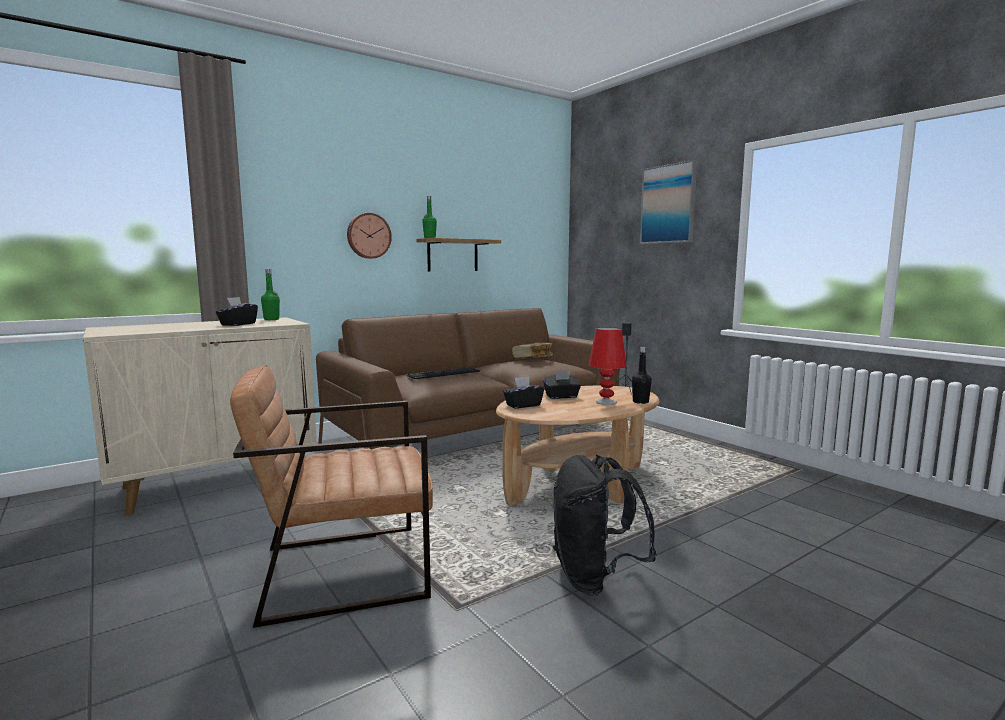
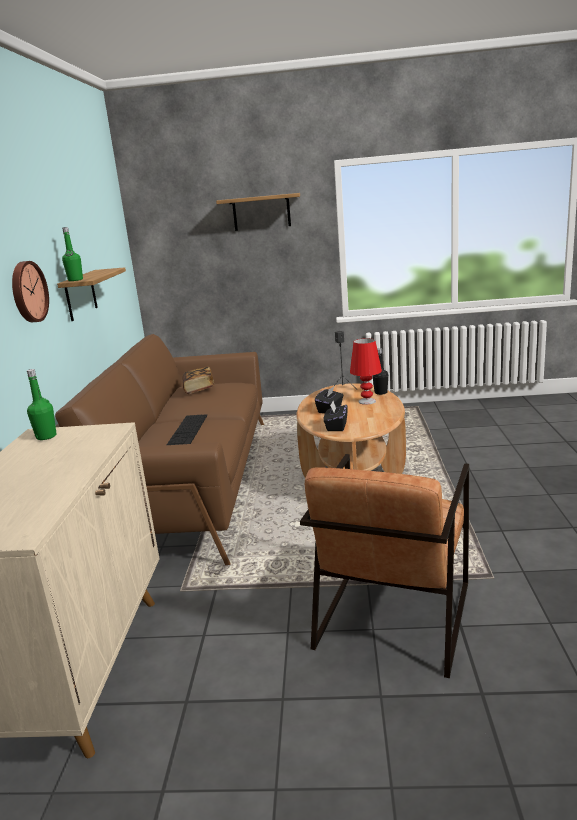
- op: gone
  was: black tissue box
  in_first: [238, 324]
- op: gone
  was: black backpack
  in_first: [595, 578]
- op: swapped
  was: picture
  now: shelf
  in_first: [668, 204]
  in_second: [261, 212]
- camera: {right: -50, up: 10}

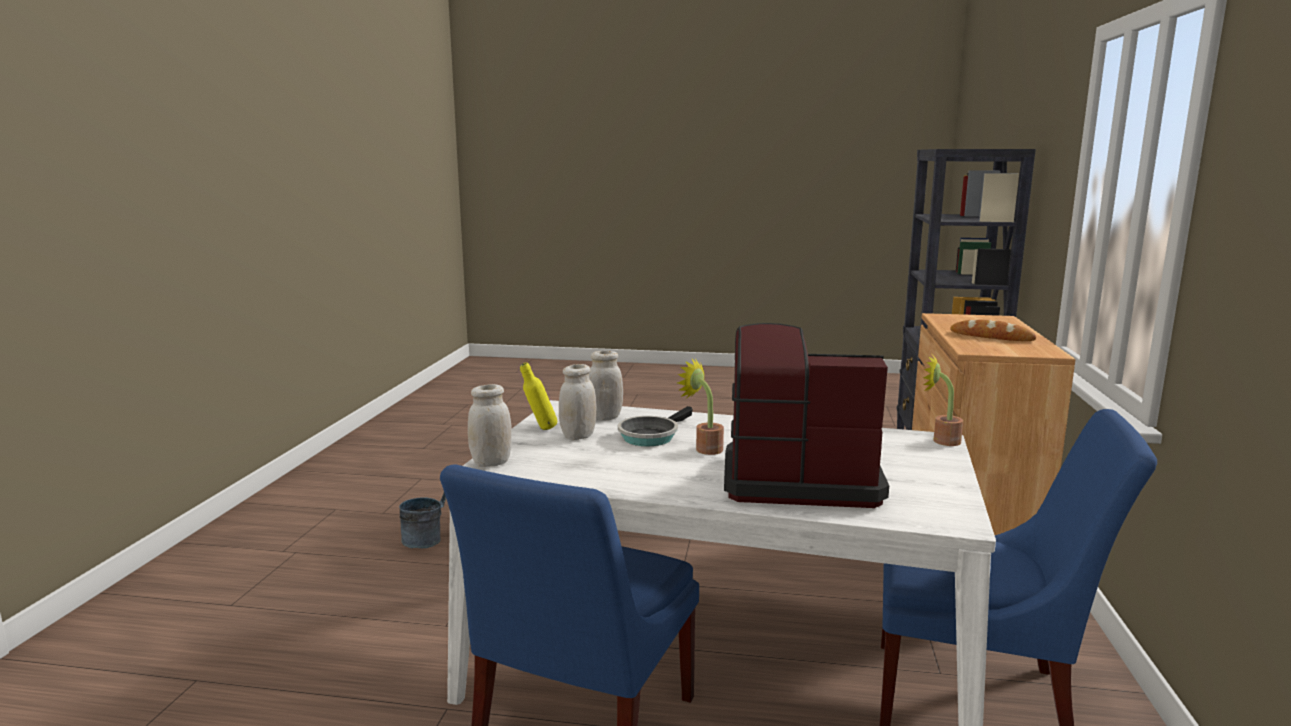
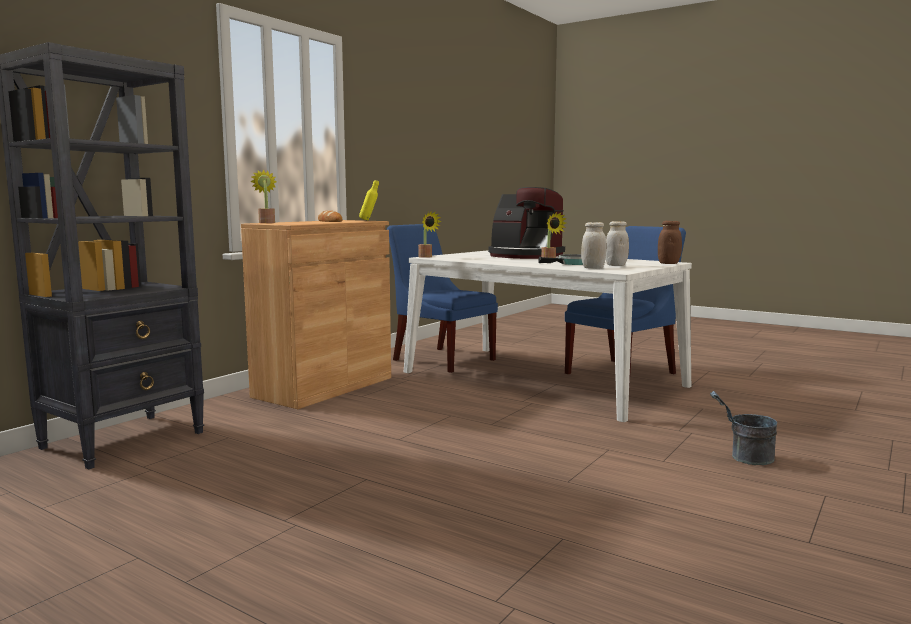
- op: new
  now: potted plant
  in_second: [266, 222]
- op: shifted
  was: yellow bottle
  in_first: [540, 430]
  in_second: [369, 220]
- op: repainted
  was: white jar
  now: brown jar
  in_first: [491, 463]
  in_second: [668, 263]
- camera: {right: -155, up: -5}

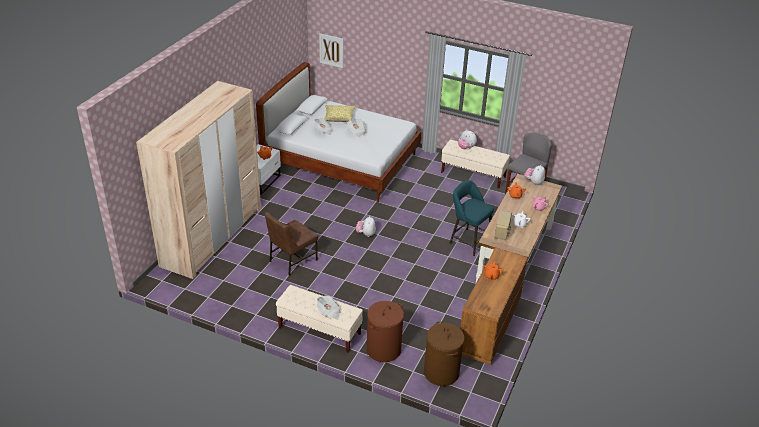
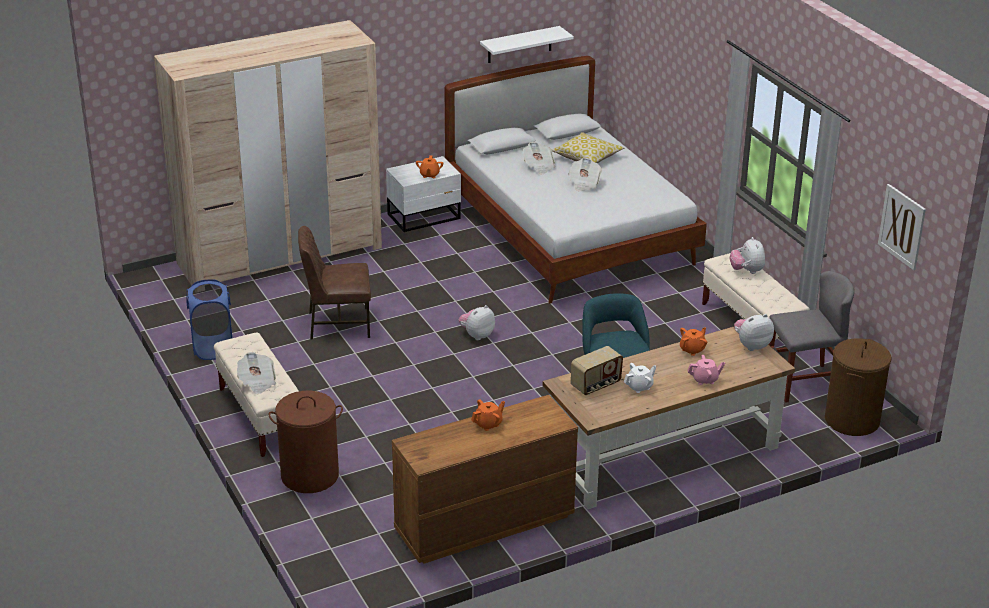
- op: new
  now: blue laundry basket
  in_second: [212, 348]
- op: new
  now: white shelf
  in_second: [519, 44]
- op: shifted
  was: picture
  in_first: [331, 50]
  in_second: [902, 226]
- op: shifted
  was: brown laundry basket
  in_first: [441, 372]
  in_second: [852, 420]
- camera: {right: 40, up: -5}

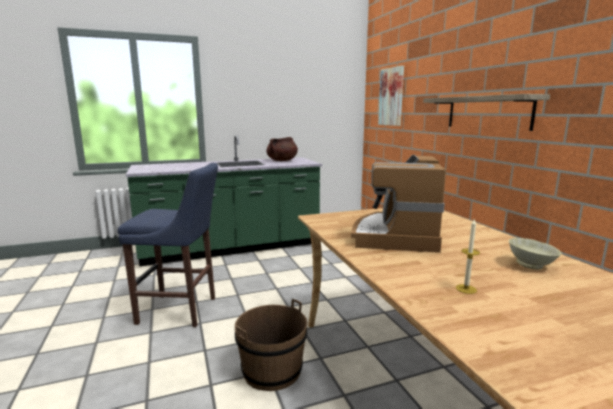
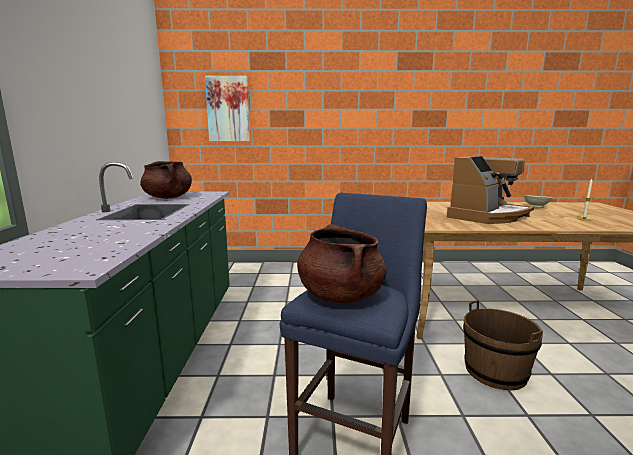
- op: gone
  was: shelf
  in_first: [487, 112]
- op: new
  now: brown cooking pot
  in_second: [340, 295]
- op: rotated
  was: coffee machine
  in_first: [395, 236]
  in_second: [487, 216]
  clockwise: -75
- camera: {right: -70, up: 0}

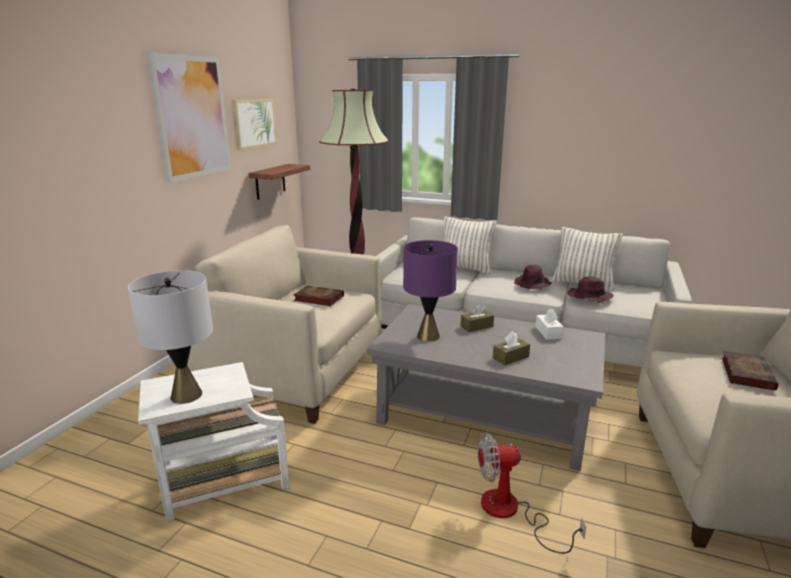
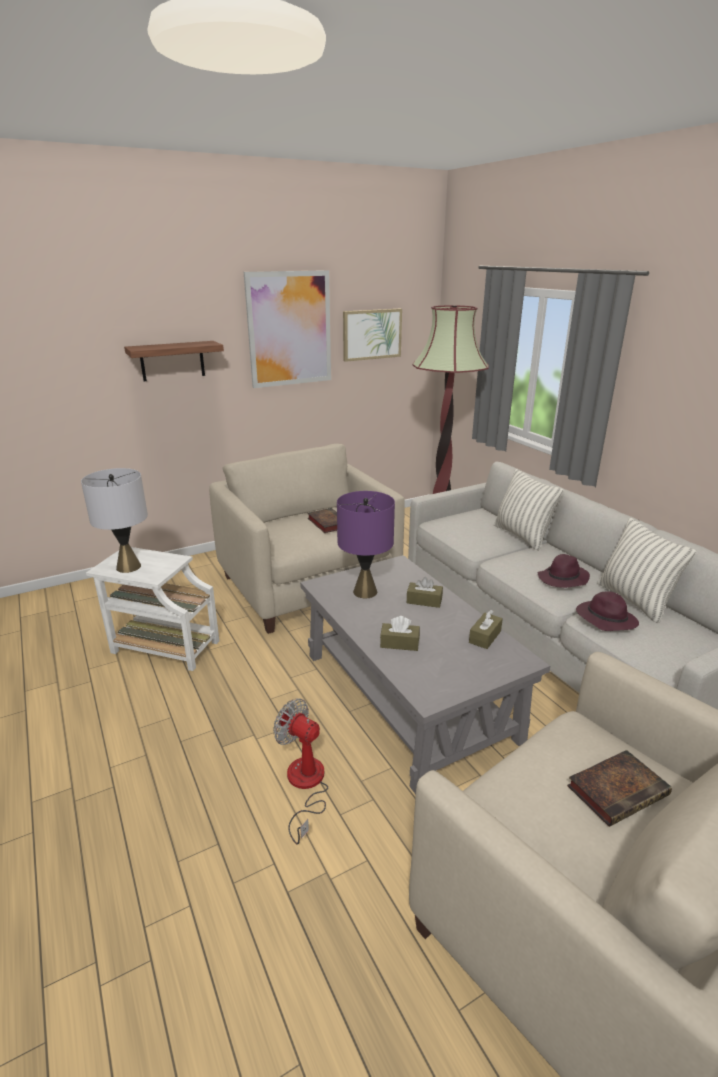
- op: shifted
  was: shelf
  in_first: [270, 181]
  in_second: [172, 361]
- op: repainted
  was: white tissue box
  now: brown tissue box
  in_first: [548, 332]
  in_second: [485, 637]
- camera: {right: 40, up: 5}

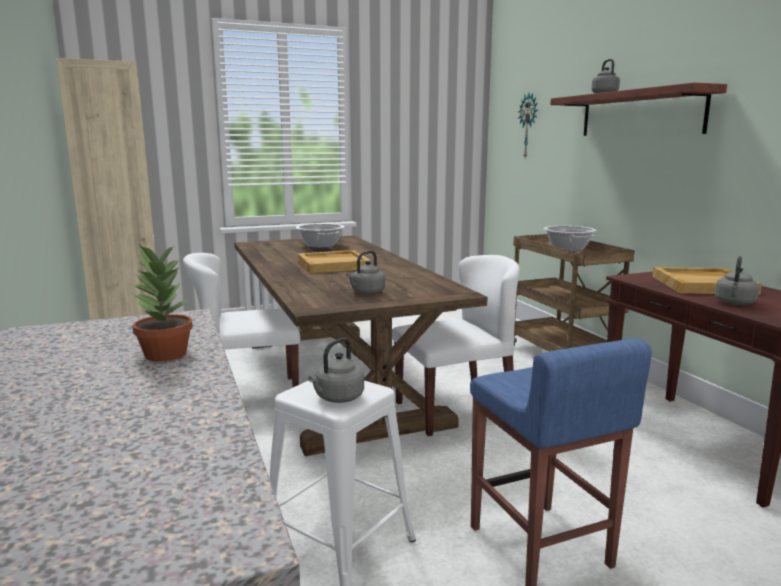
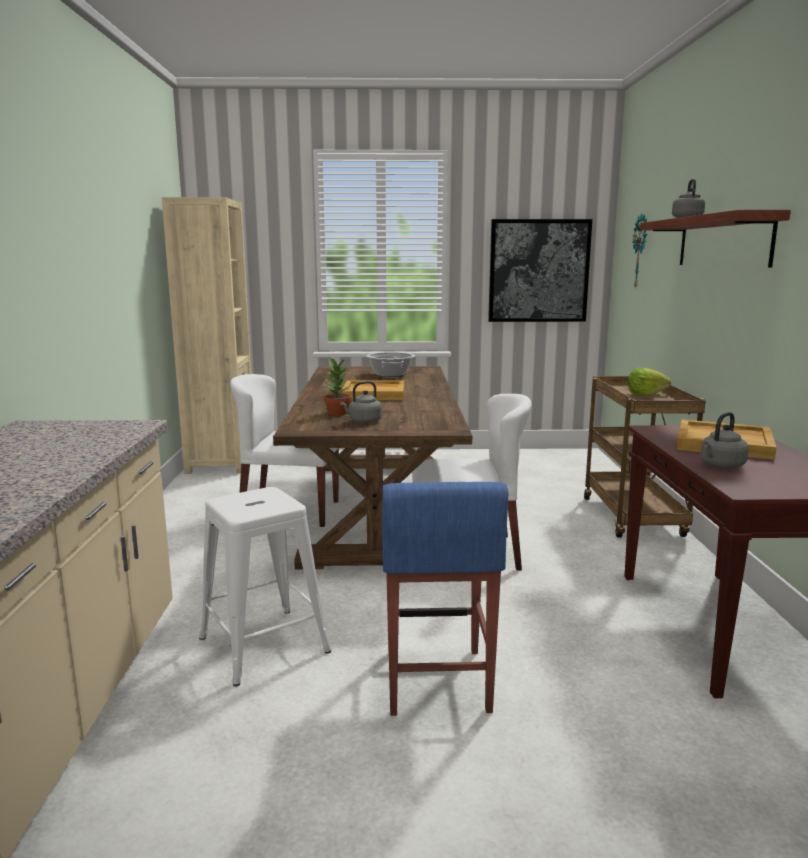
- op: gone
  was: grey kettle
  in_first: [337, 398]
- op: new
  now: picture
  in_second: [538, 271]
- op: shifted
  was: potted plant
  in_first: [164, 354]
  in_second: [337, 412]
- op: swapped
  was: cooking pot
  now: lettuce
  in_first: [567, 249]
  in_second: [645, 394]
- camera: {right: 20, up: 0}

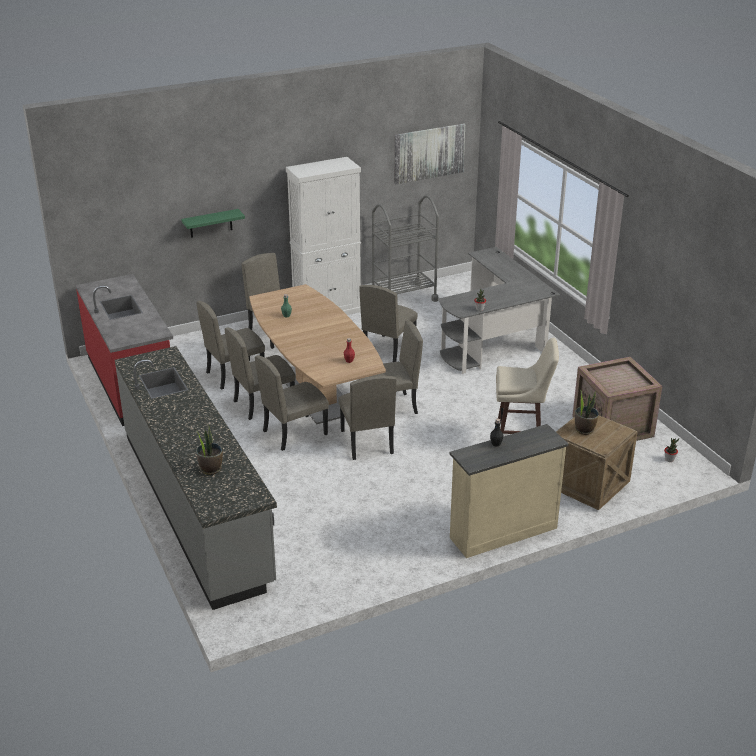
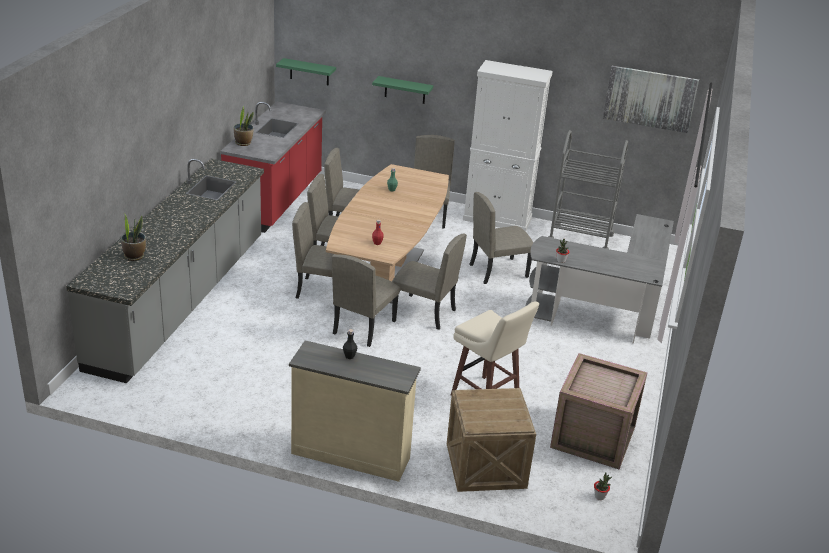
- op: new
  now: green shelf
  in_second: [309, 72]
- op: shifted
  was: potted plant
  in_first: [584, 429]
  in_second: [243, 143]
- camera: {right: 40, up: 0}

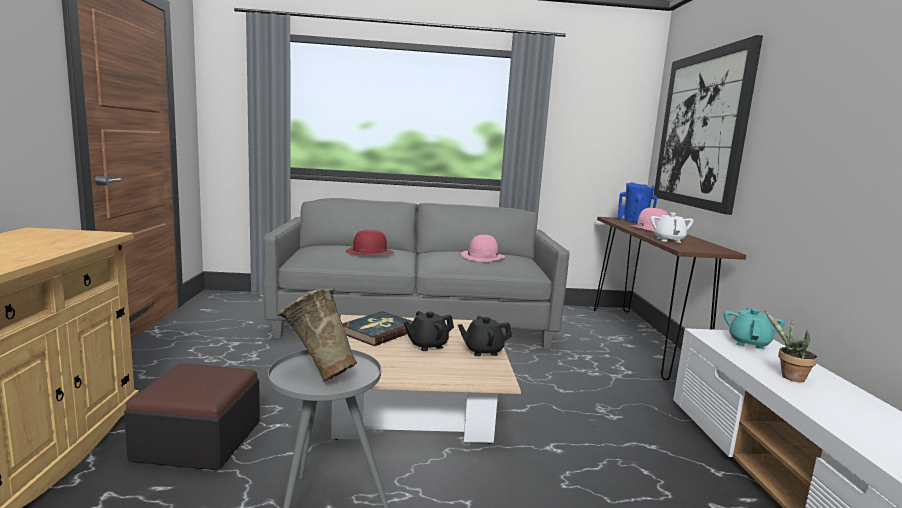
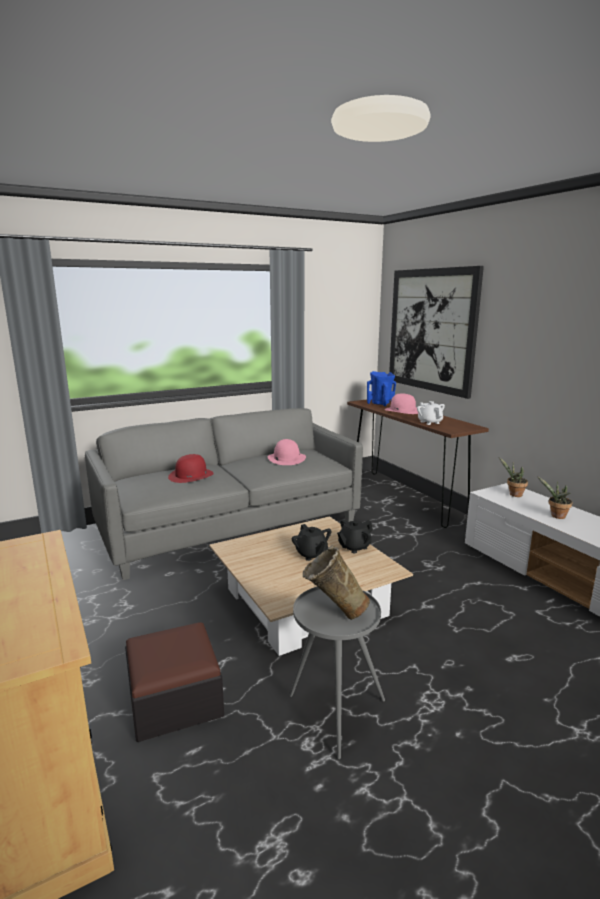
- op: gone
  was: book
  in_first: [378, 331]
- op: swapped
  was: turquoise teapot
  now: potted plant
  in_first: [748, 343]
  in_second: [513, 494]
- op: rotated
  was: black teapot
  in_first: [427, 345]
  in_second: [311, 554]
  clockwise: -60
- camera: {right: -25, up: 5}

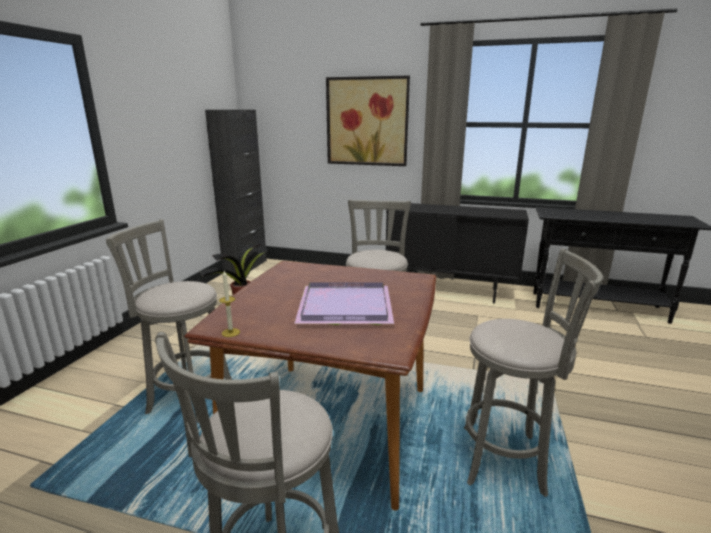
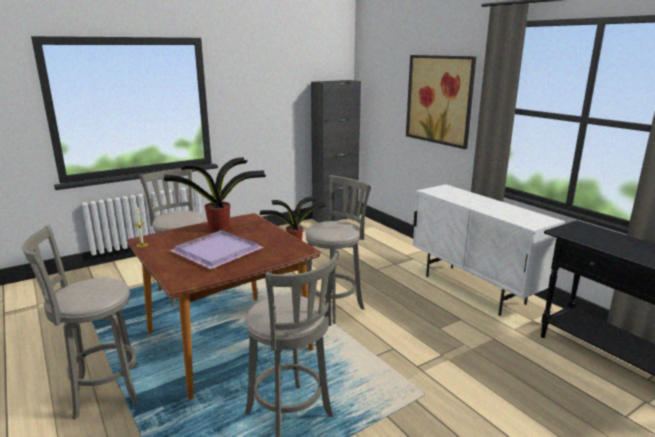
- op: new
  now: potted plant
  in_second: [220, 228]
- op: repainted
  was: black cabinet
  now: white cabinet
  in_first: [450, 291]
  in_second: [473, 290]
- camera: {right: 40, up: 0}

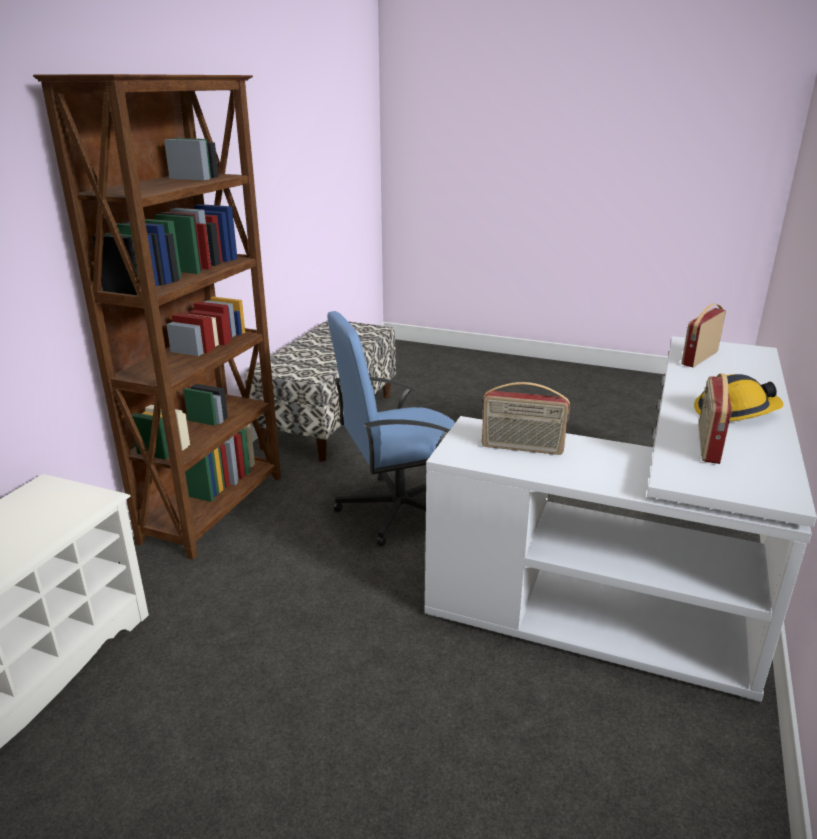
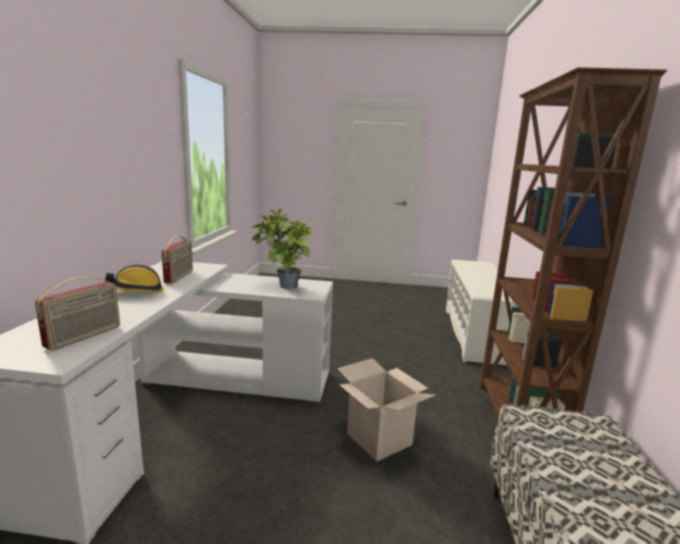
- op: swapped
  was: blue office chair
  now: cardboard box
  in_first: [397, 509]
  in_second: [379, 439]
- op: swapped
  was: radio
  now: potted plant
  in_first: [522, 448]
  in_second: [283, 286]
- camera: {right: 165, up: -10}

